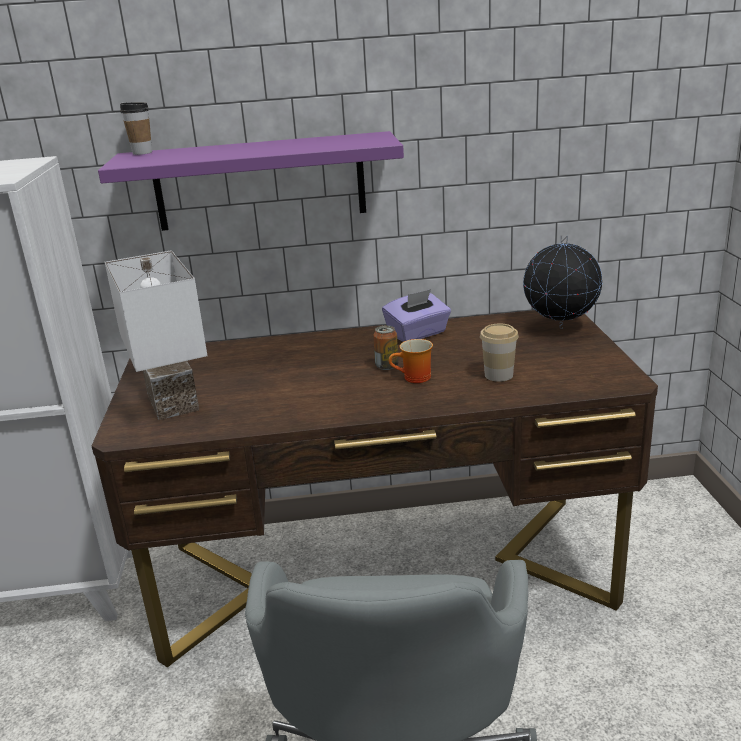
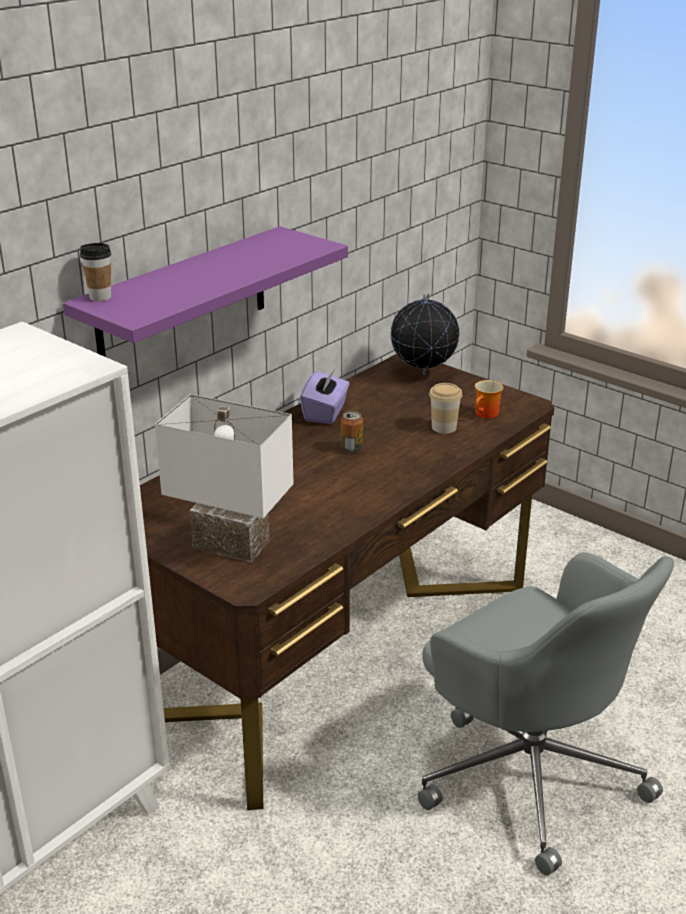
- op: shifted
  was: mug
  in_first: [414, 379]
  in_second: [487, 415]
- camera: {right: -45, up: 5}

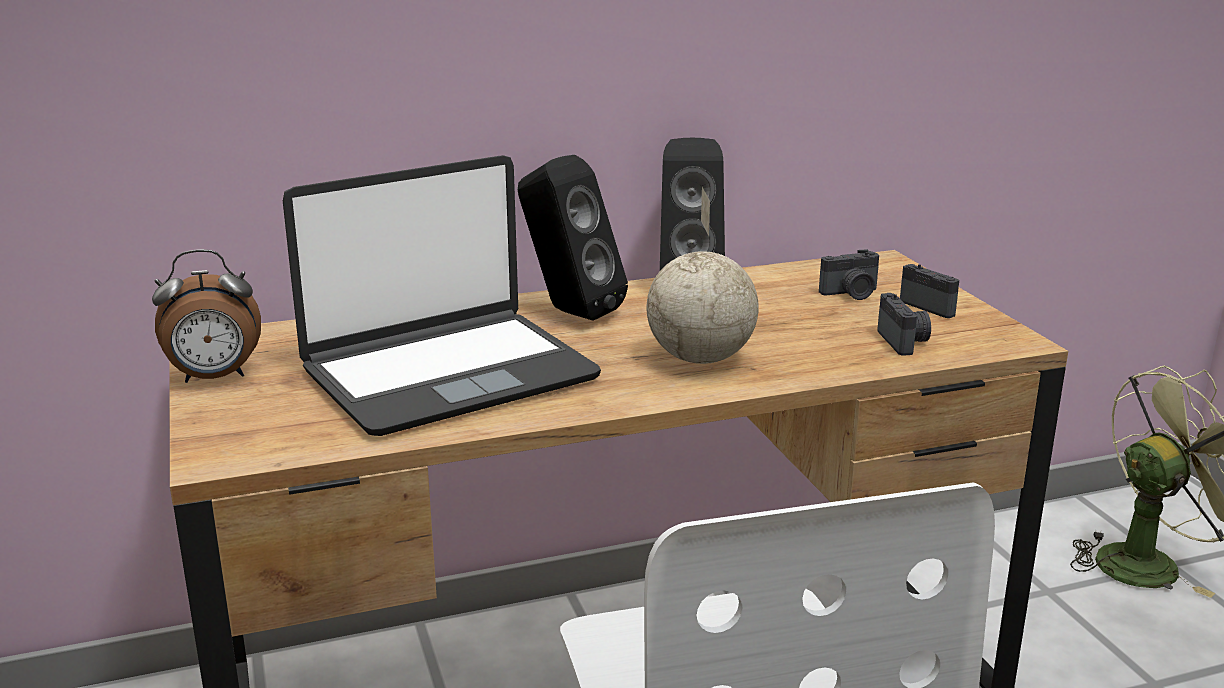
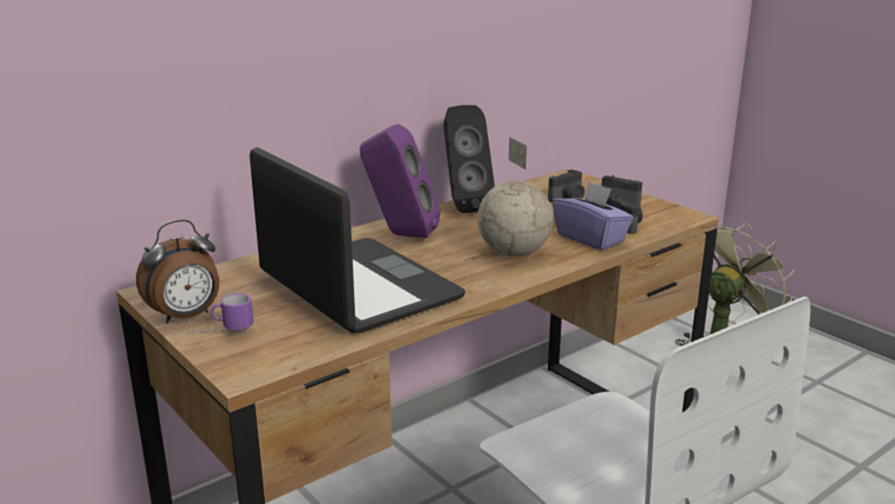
- op: new
  now: mug
  in_second: [221, 333]
- op: new
  now: purple tissue box
  in_second: [591, 239]
- op: repainted
  was: black speaker
  now: purple speaker
  in_first: [568, 312]
  in_second: [400, 234]
- op: rotated
  was: laptop
  in_first: [448, 374]
  in_second: [357, 288]
  clockwise: -75
- camera: {right: -20, up: 0}

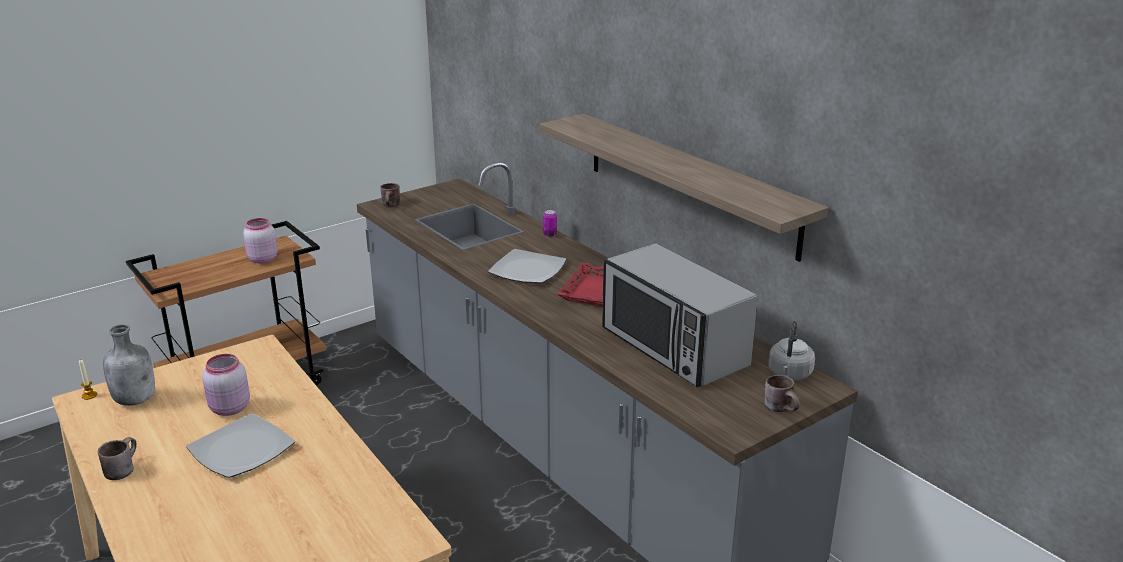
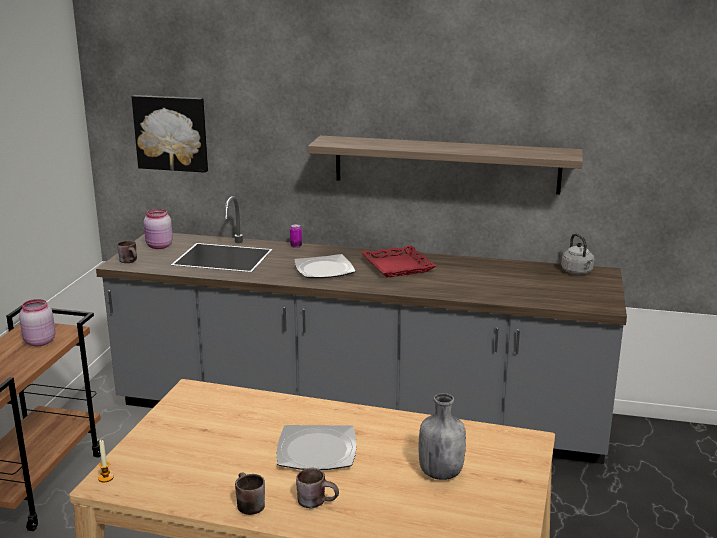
- op: gone
  was: microwave
  in_first: [673, 347]
- op: new
  now: picture
  in_second: [171, 133]
- op: shifted
  was: grey bottle
  in_first: [136, 399]
  in_second: [440, 473]
- op: shifted
  was: pink jar
  in_first: [229, 409]
  in_second: [159, 246]
- op: shifted
  was: brown mug
  in_first: [783, 408]
  in_second: [318, 501]
- camera: {right: -40, up: -5}

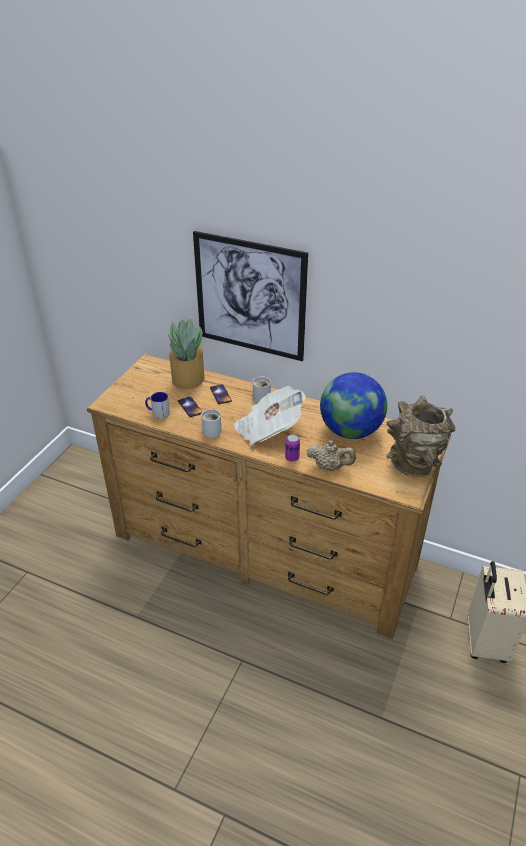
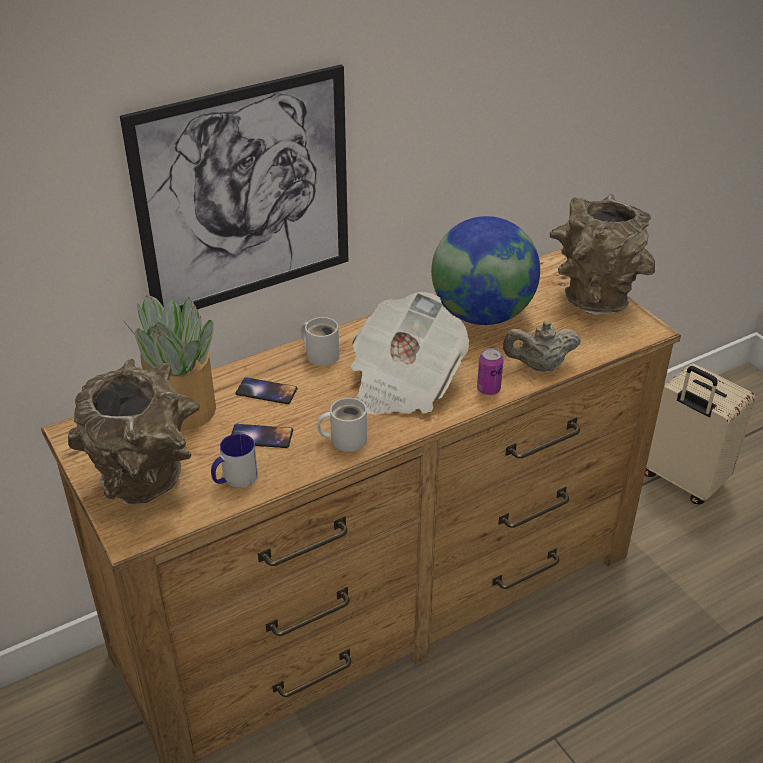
- op: new
  now: brown vase
  in_second: [147, 484]
- op: rotated
  was: beige teapot
  in_first: [330, 467]
  in_second: [539, 366]
  clockwise: -150
- camera: {right: -55, up: 0}

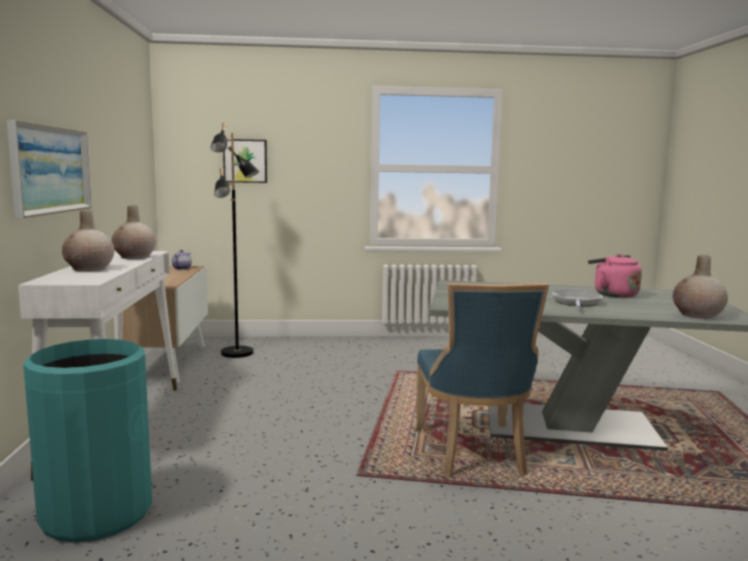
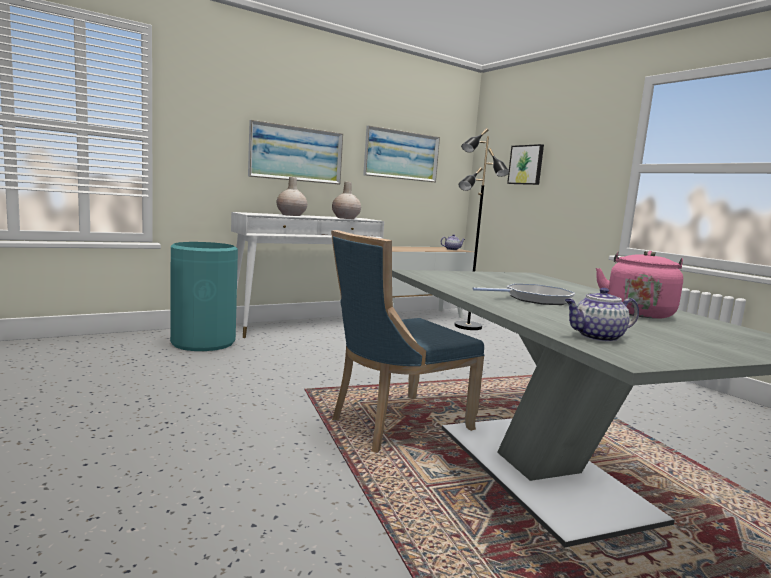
- op: new
  now: picture
  in_second: [401, 155]
- op: swapped
  was: beige vase
  now: teapot
  in_first: [697, 315]
  in_second: [597, 337]
- camera: {right: 60, up: 0}

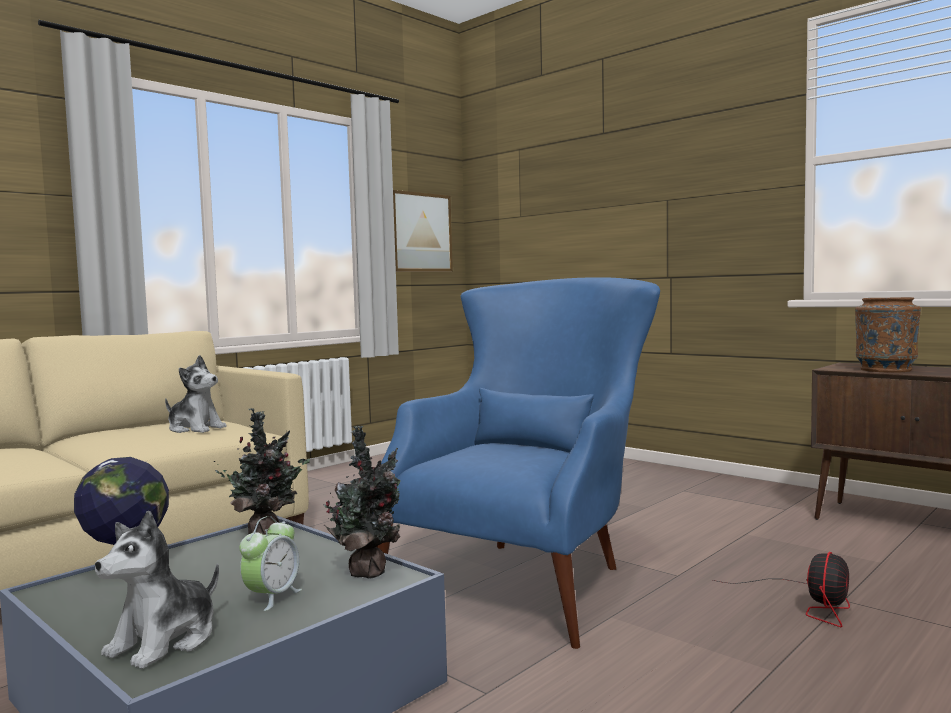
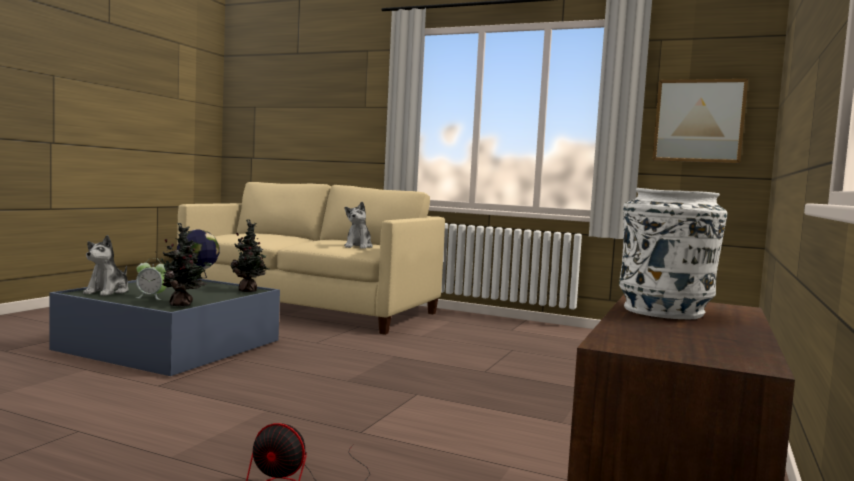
- op: gone
  was: blue armchair
  in_first: [531, 574]
- op: repainted
  was: brown vase
  now: white vase
  in_first: [885, 369]
  in_second: [665, 311]
- op: rotated
  was: plush toy
  in_first: [165, 641]
  in_second: [108, 292]
  clockwise: -90
- camera: {right: 70, up: 0}

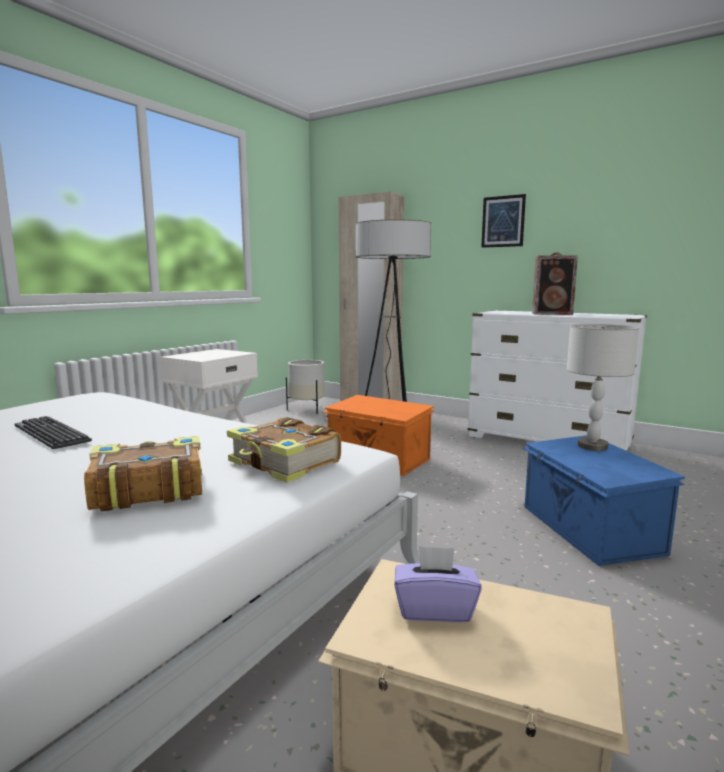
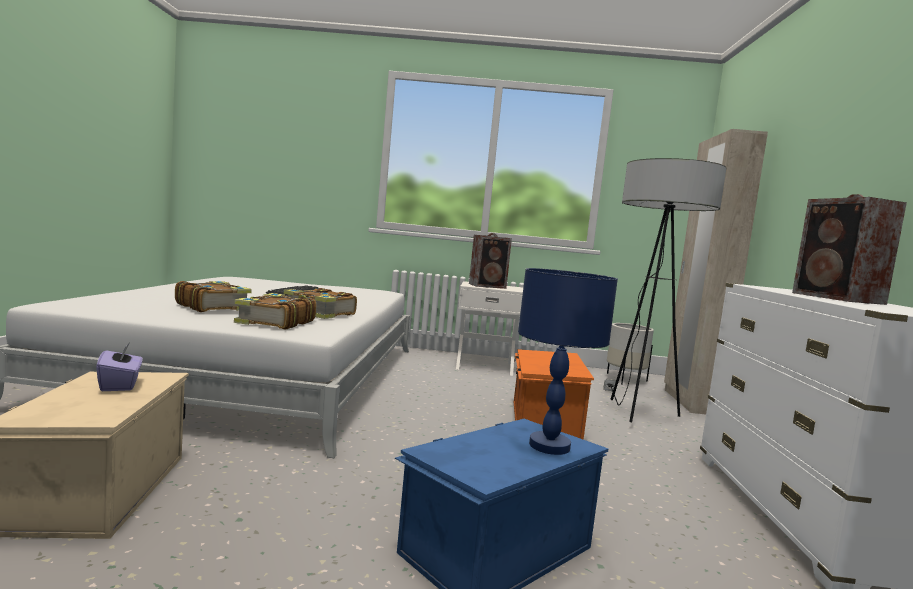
- op: gone
  was: picture
  in_first: [503, 221]
- op: new
  now: book
  in_second: [319, 313]
- op: new
  now: speaker
  in_second: [488, 286]
- op: repainted
  was: grey table lamp
  now: blue table lamp
  in_first: [593, 446]
  in_second: [549, 446]
- camera: {right: 60, up: -5}

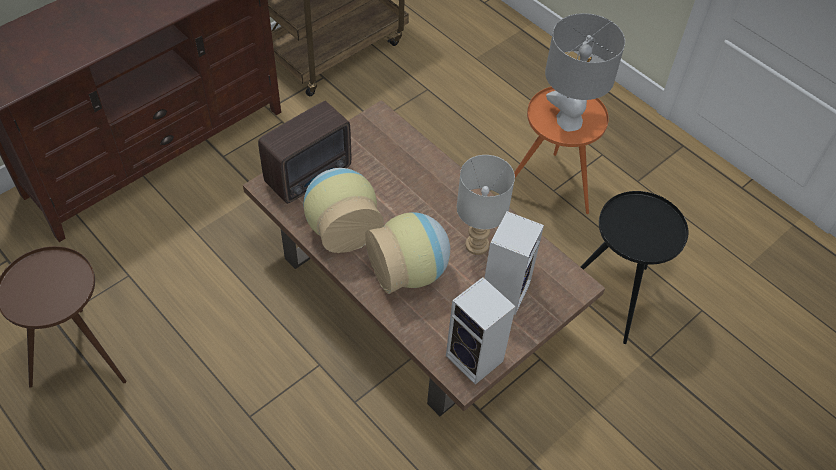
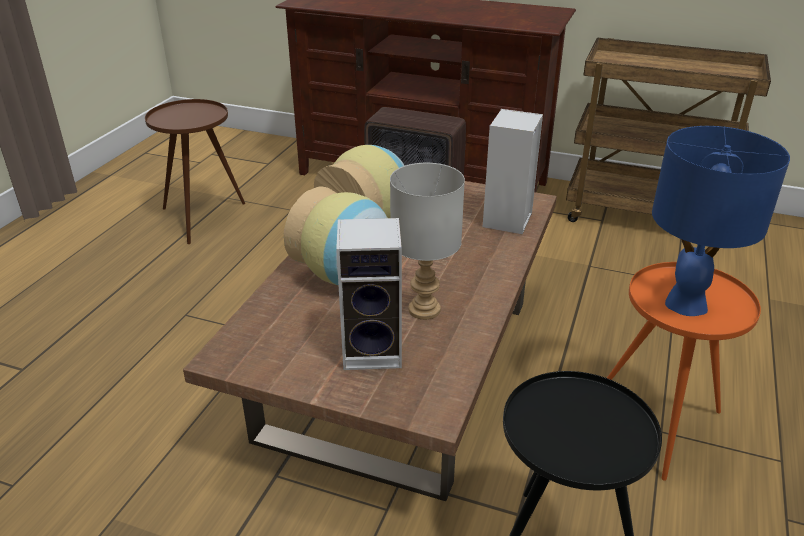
- op: shifted
  was: speaker
  in_first: [476, 359]
  in_second: [508, 221]
- op: repainted
  was: grey table lamp
  now: blue table lamp
  in_first: [568, 121]
  in_second: [686, 303]
- camera: {right: 65, up: -20}

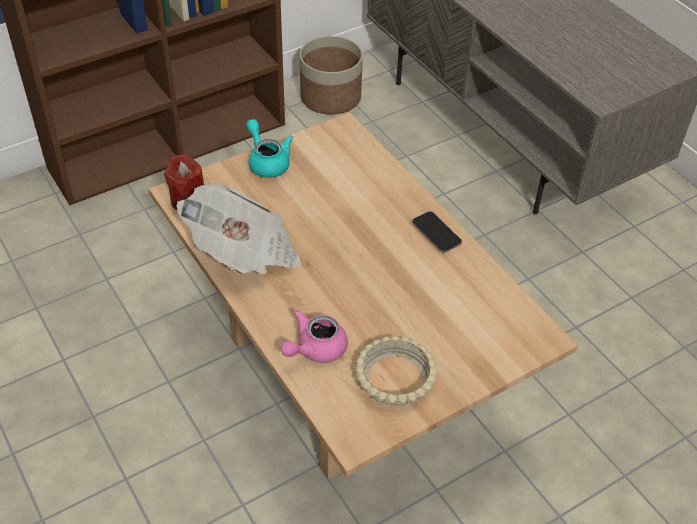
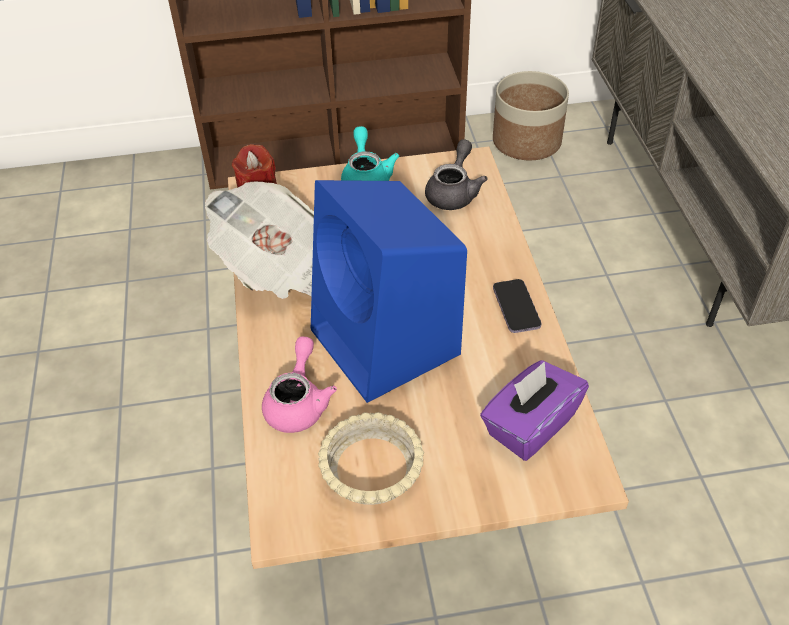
- op: new
  now: blue speaker
  in_second: [388, 344]
- op: new
  now: grey teapot
  in_second: [454, 192]
- op: new
  now: purple tissue box
  in_second: [529, 425]
- op: rotated
  was: pink teapot
  in_first: [315, 349]
  in_second: [298, 402]
  clockwise: 120
- camera: {right: 25, up: 0}

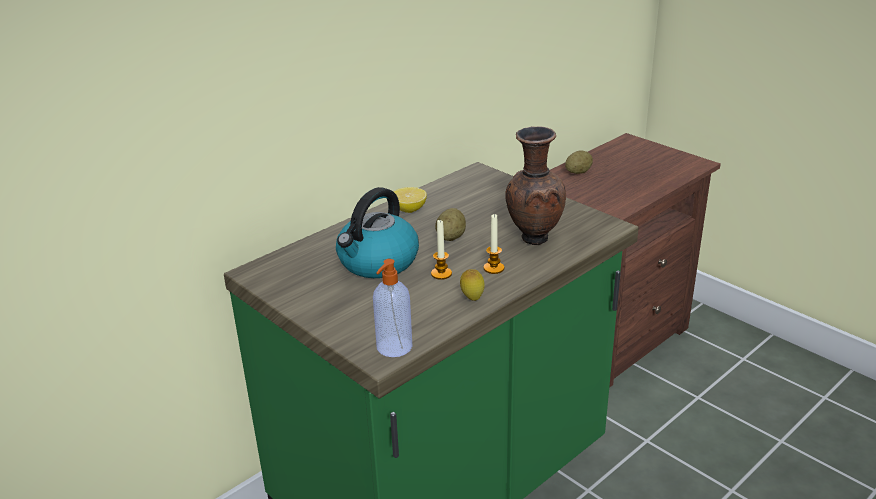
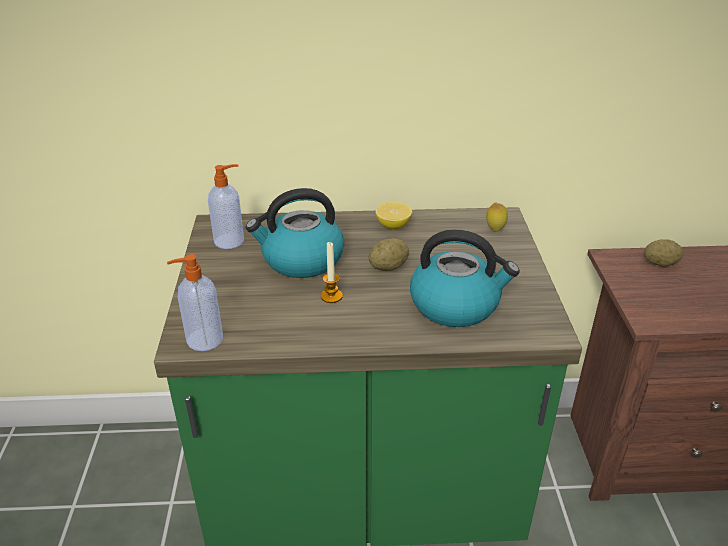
- op: gone
  was: candle
  in_first: [493, 268]
- op: new
  now: soap dispenser
  in_second: [230, 241]
- op: shifted
  was: lemon
  in_first: [472, 298]
  in_second: [495, 229]
- op: swapped
  was: brown vase
  now: kettle
  in_first: [532, 238]
  in_second: [456, 305]
- camera: {right: 40, up: 5}

